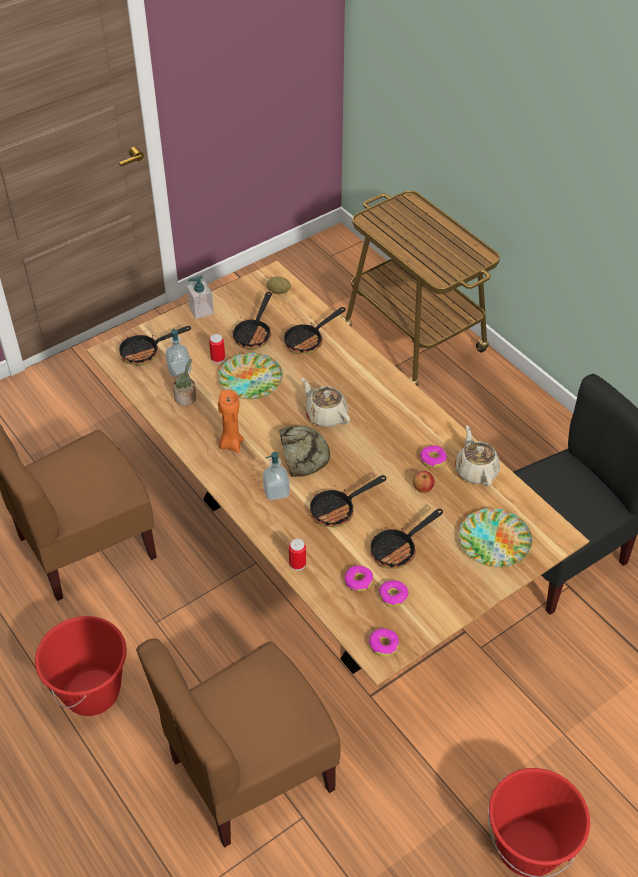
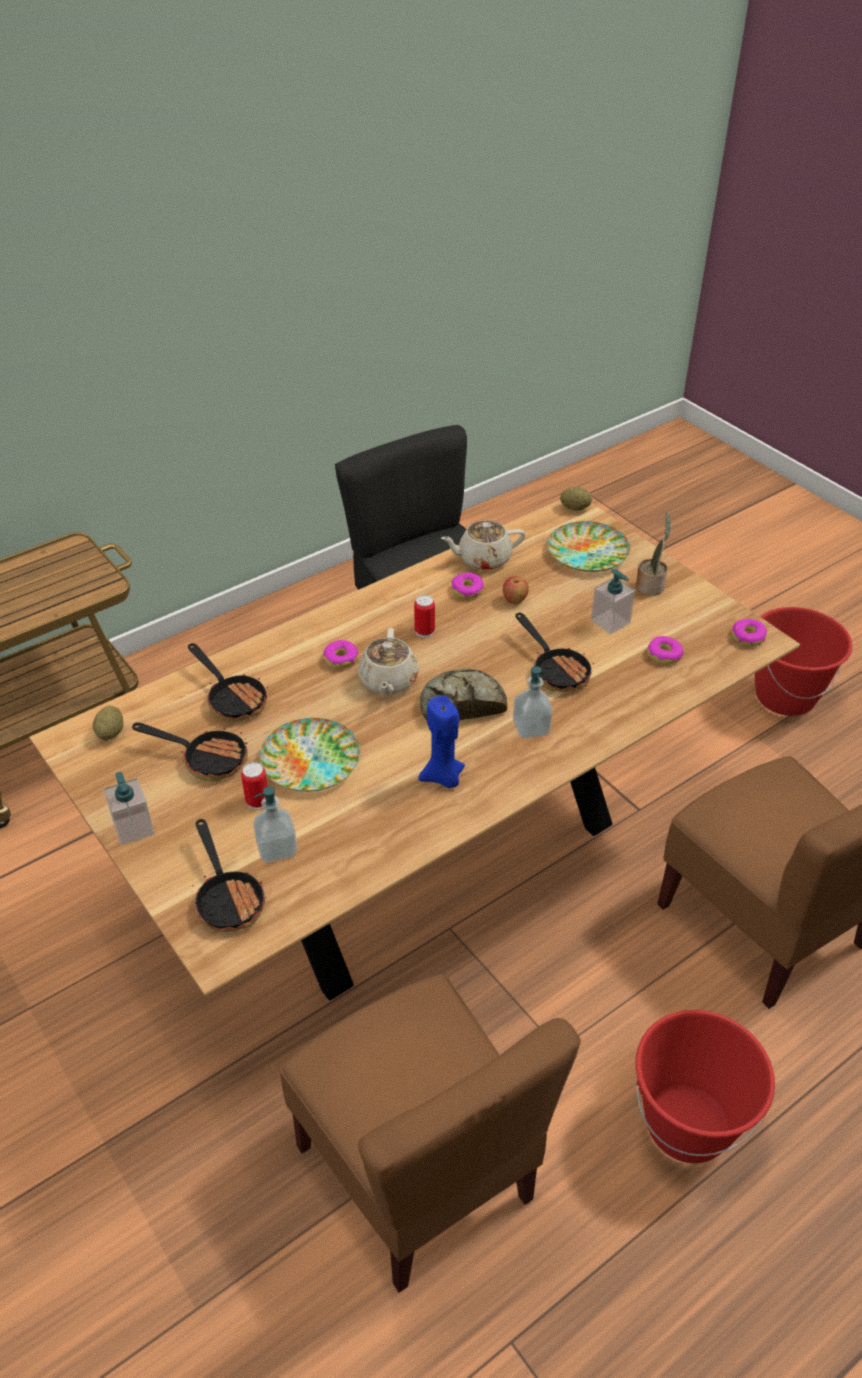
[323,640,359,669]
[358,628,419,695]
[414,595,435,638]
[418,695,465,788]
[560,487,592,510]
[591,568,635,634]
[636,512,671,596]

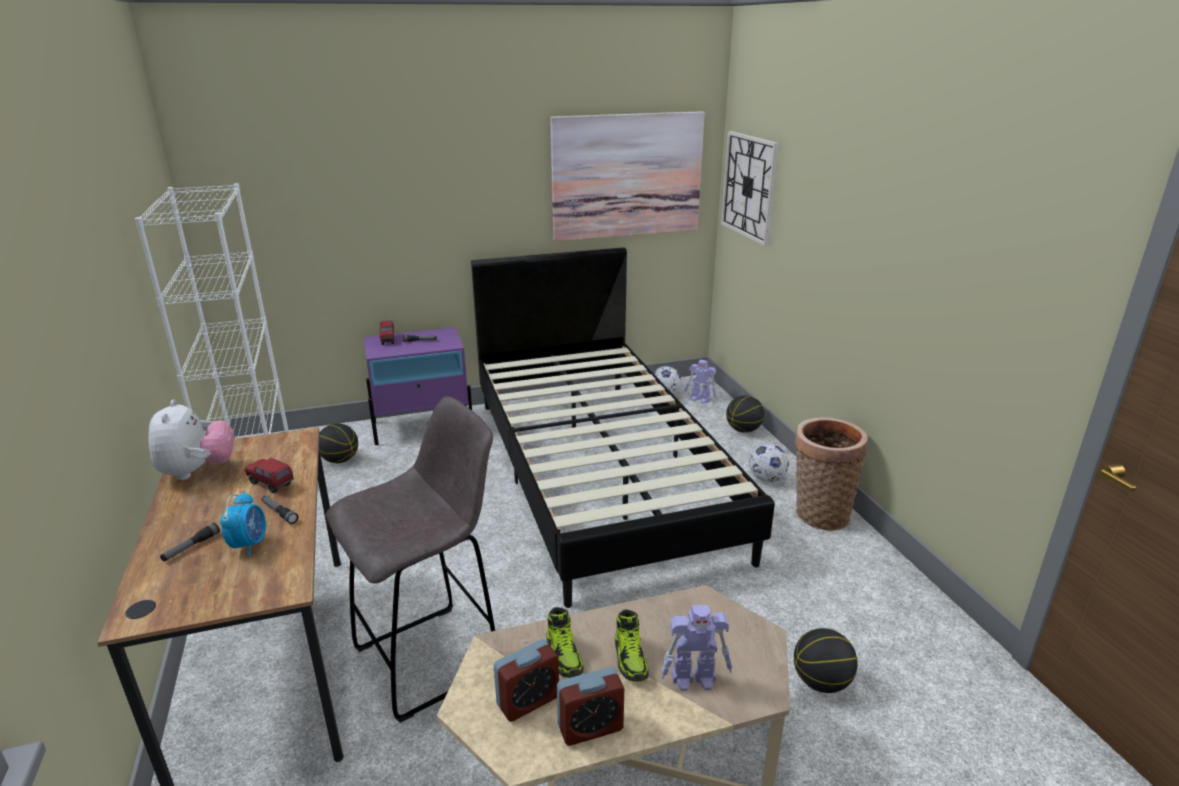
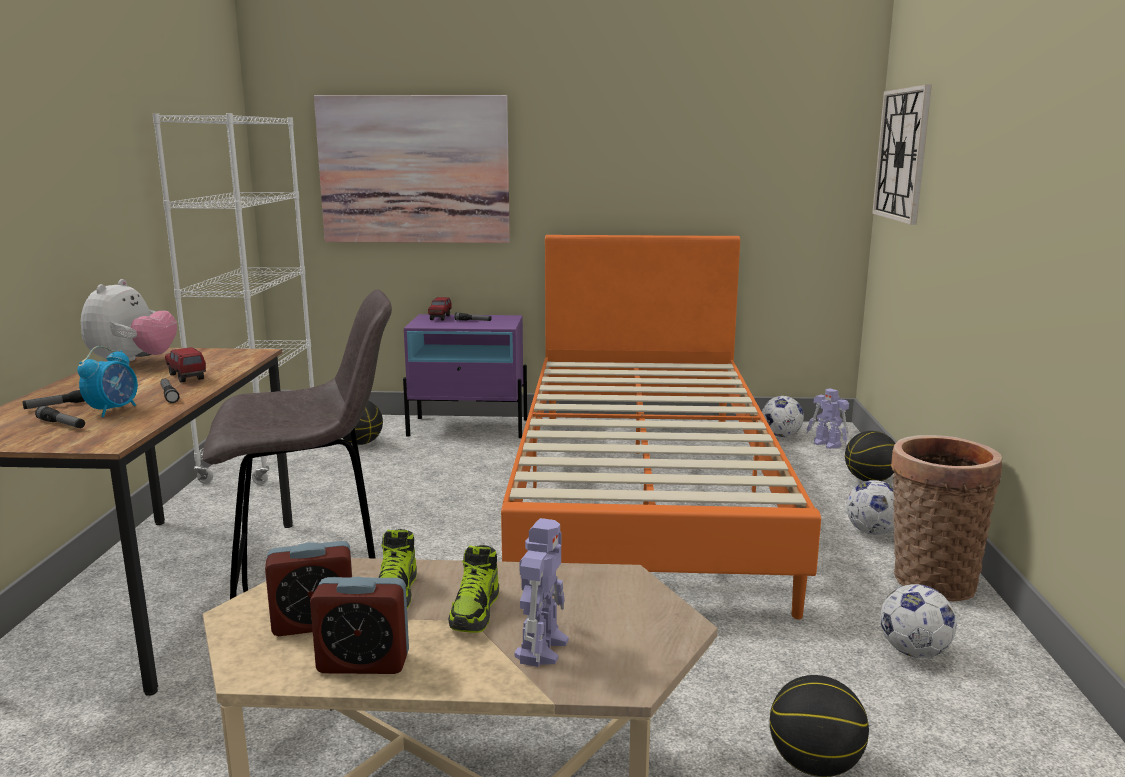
[35,406,85,428]
[314,95,510,243]
[501,235,821,619]
[514,518,569,667]
[880,584,957,658]

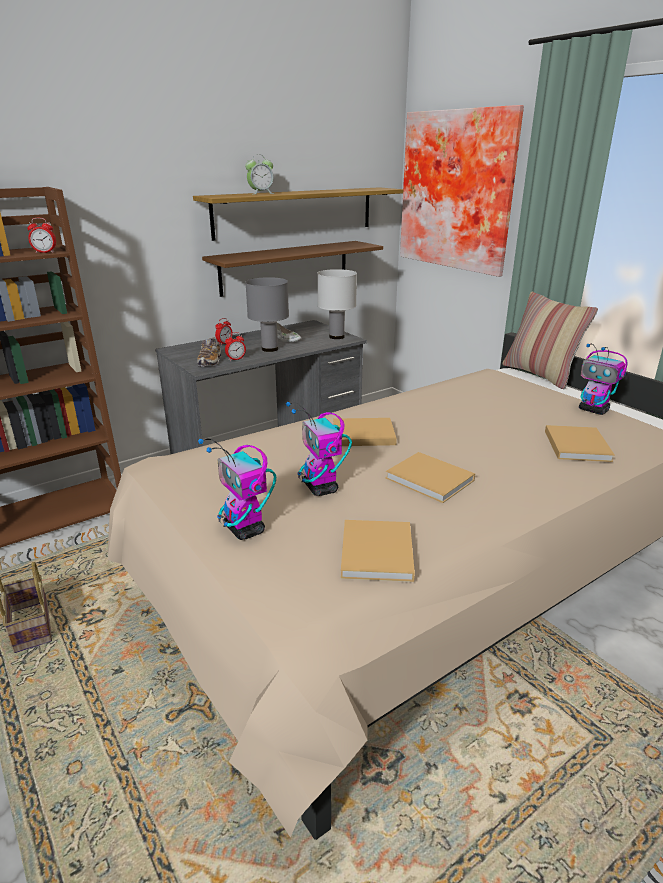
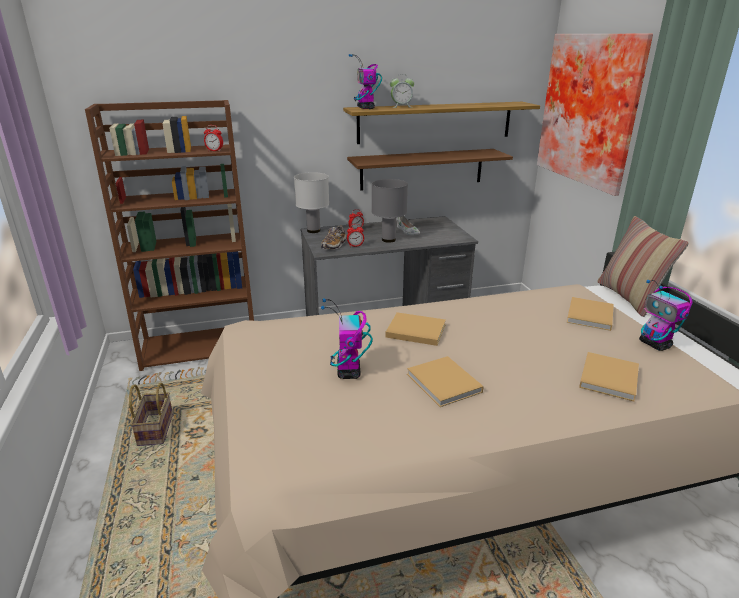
[294,172,329,233]
[349,54,382,109]
[567,297,614,331]

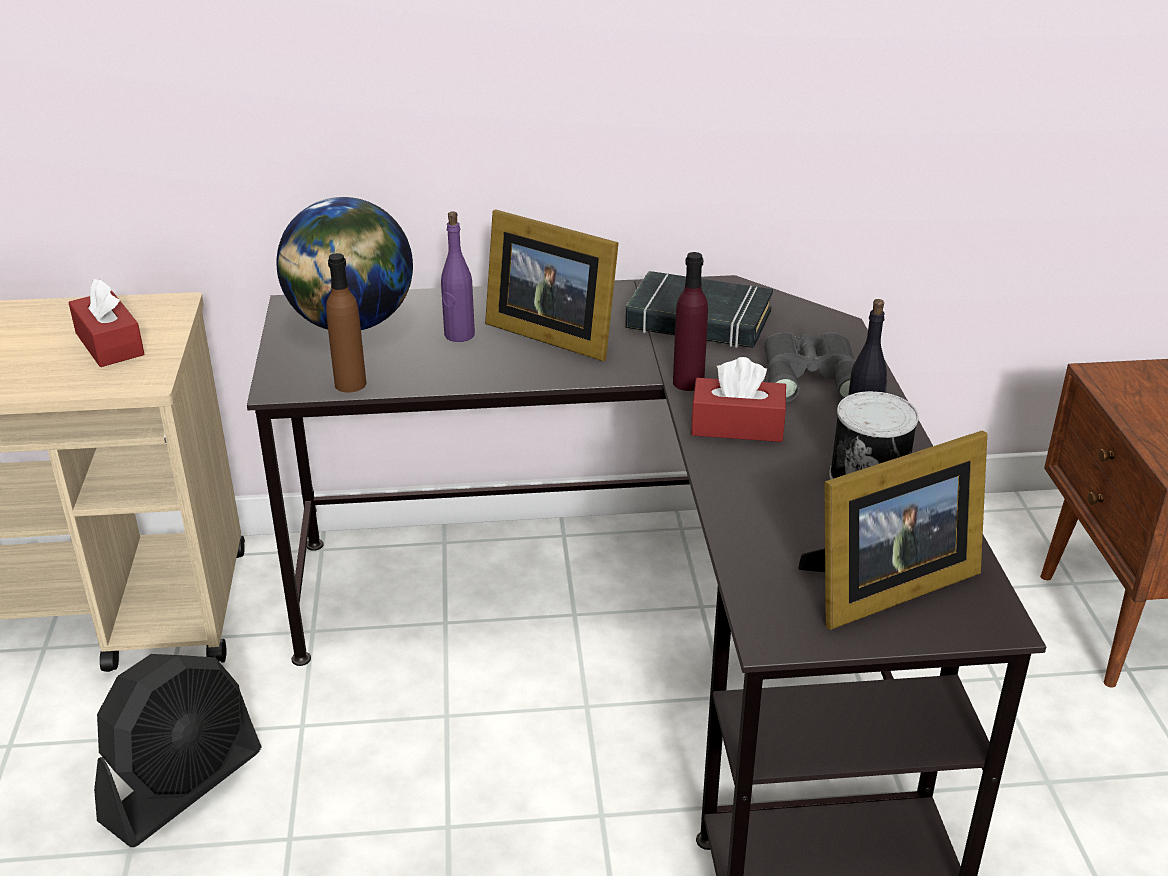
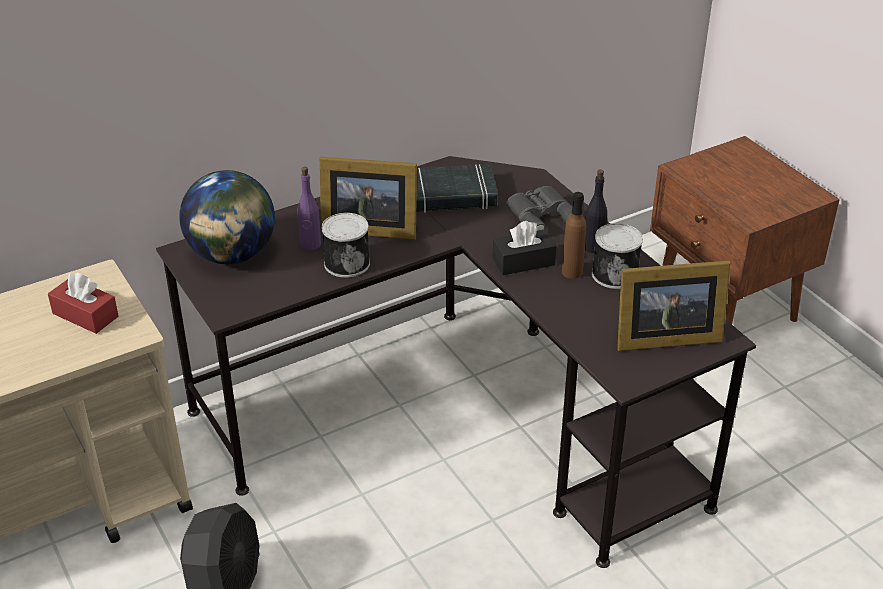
[322,213,370,278]
[493,221,557,275]
[562,192,586,279]
[617,261,730,351]
[673,252,708,391] (first image)

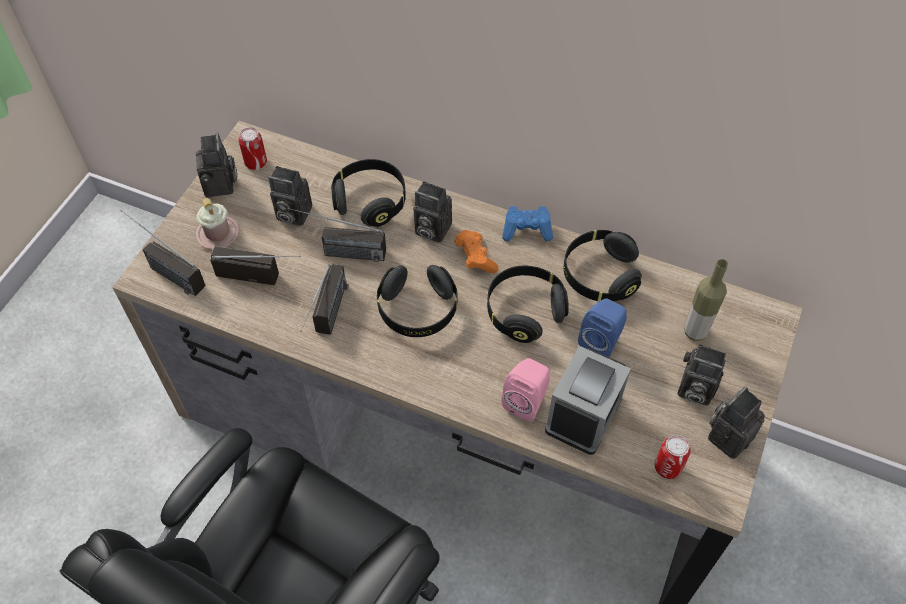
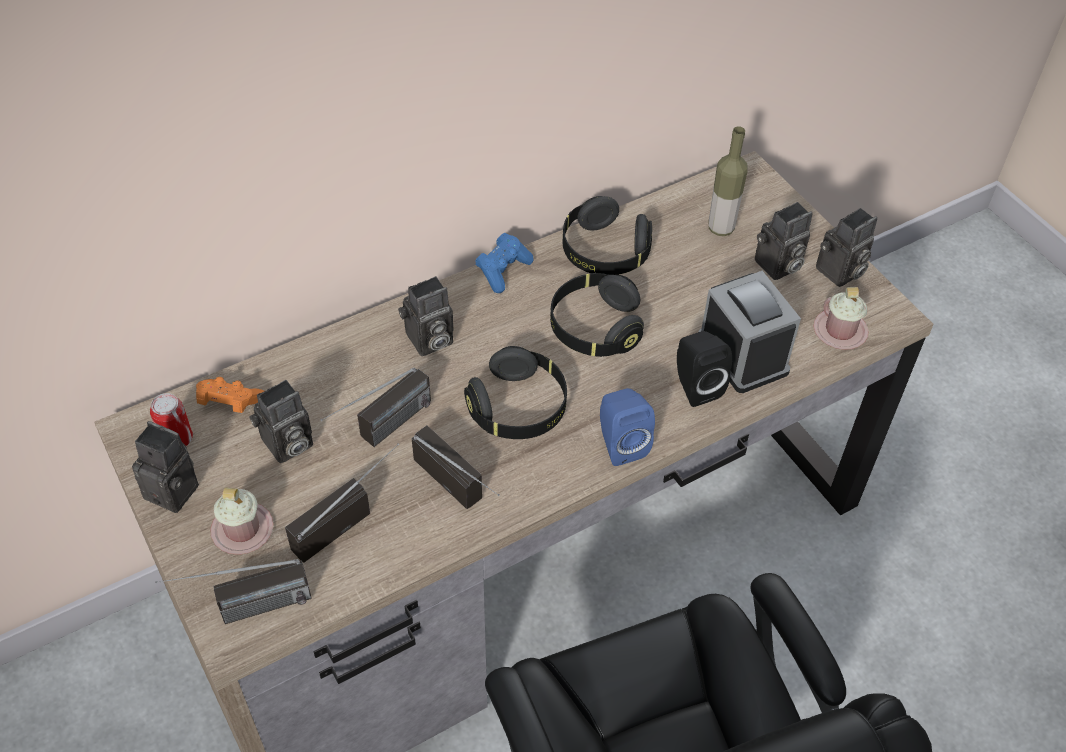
[196,377,264,413]
[600,388,655,466]
[677,331,732,407]
[814,287,869,350]
[816,208,877,287]
[331,159,406,227] (first image)

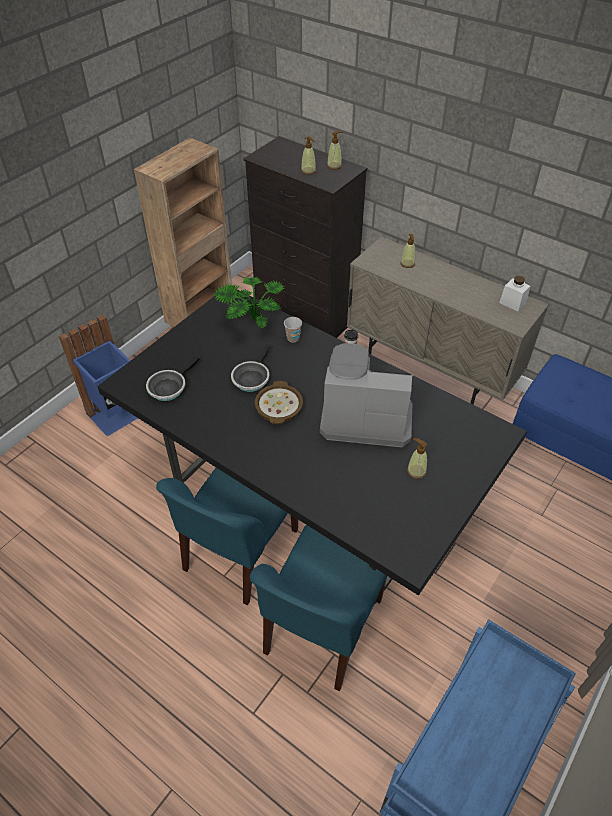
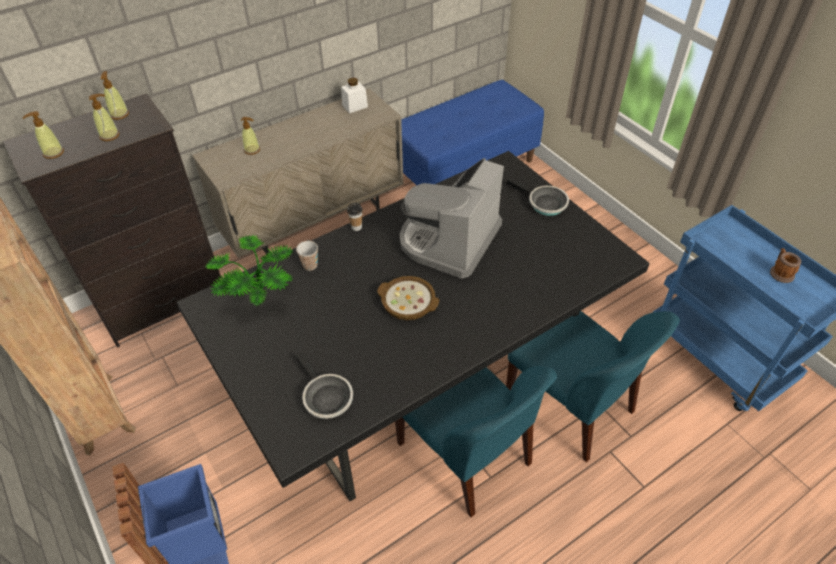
[22,111,64,159]
[507,178,569,216]
[770,248,801,283]

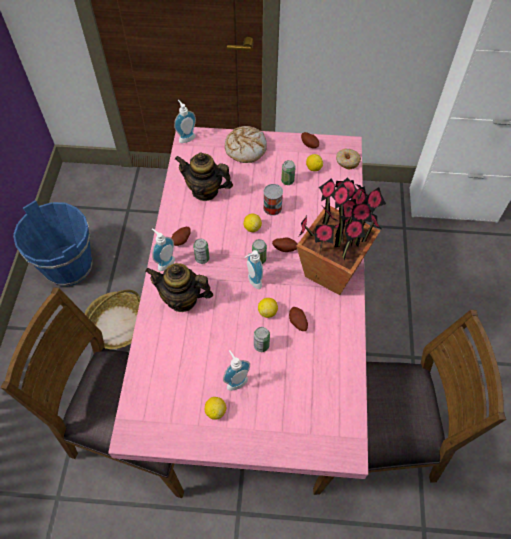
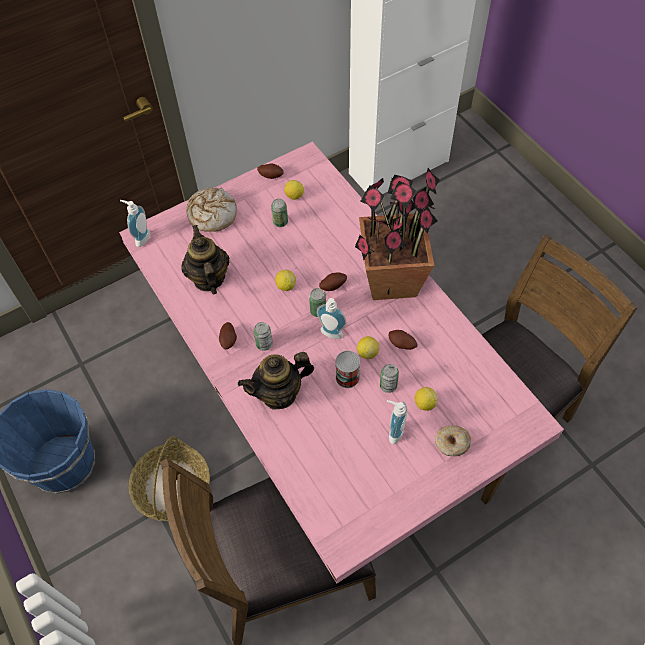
[181,225,230,294]
[335,351,360,388]
[415,387,437,411]
[435,426,471,456]
[152,228,175,271] (first image)

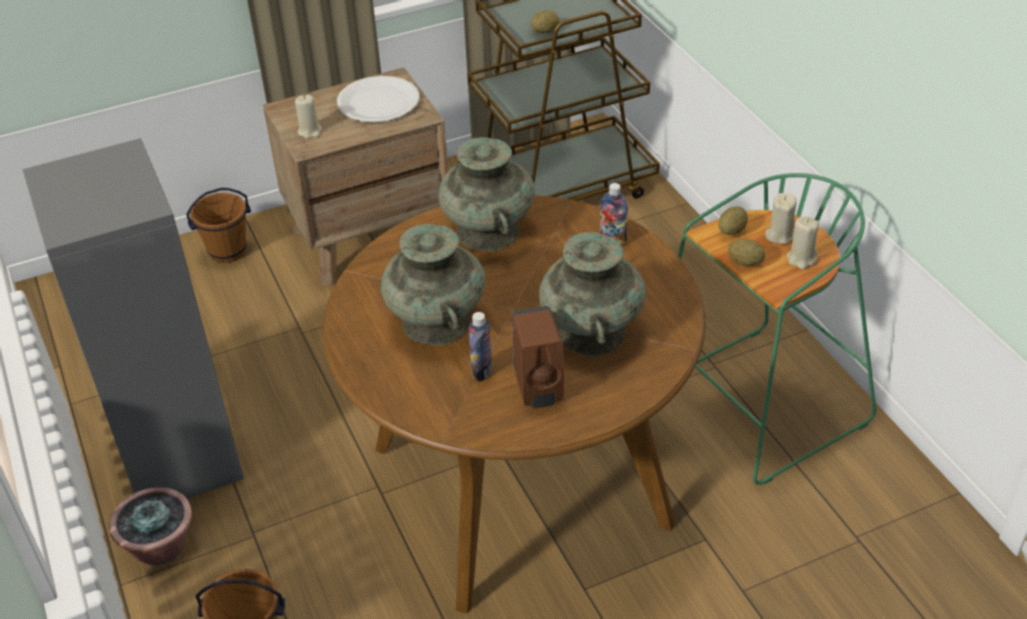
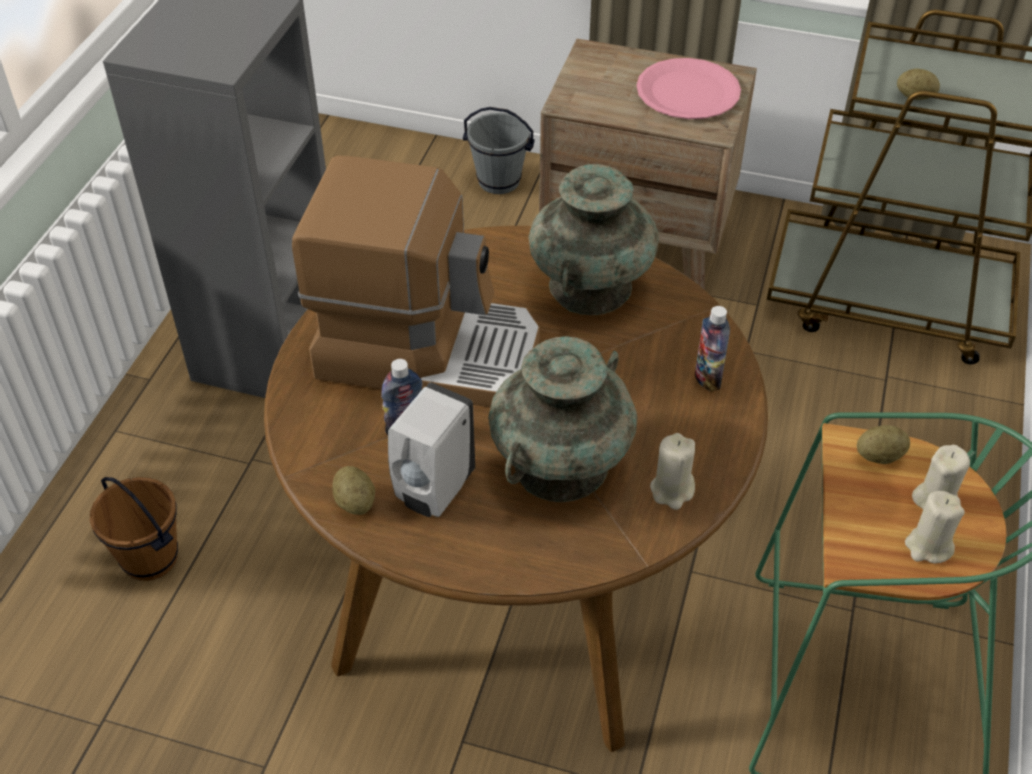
[292,155,540,407]
[333,466,375,515]
[388,383,475,517]
[463,107,535,194]
[636,58,741,119]
[650,433,695,510]
[109,487,192,566] (first image)

